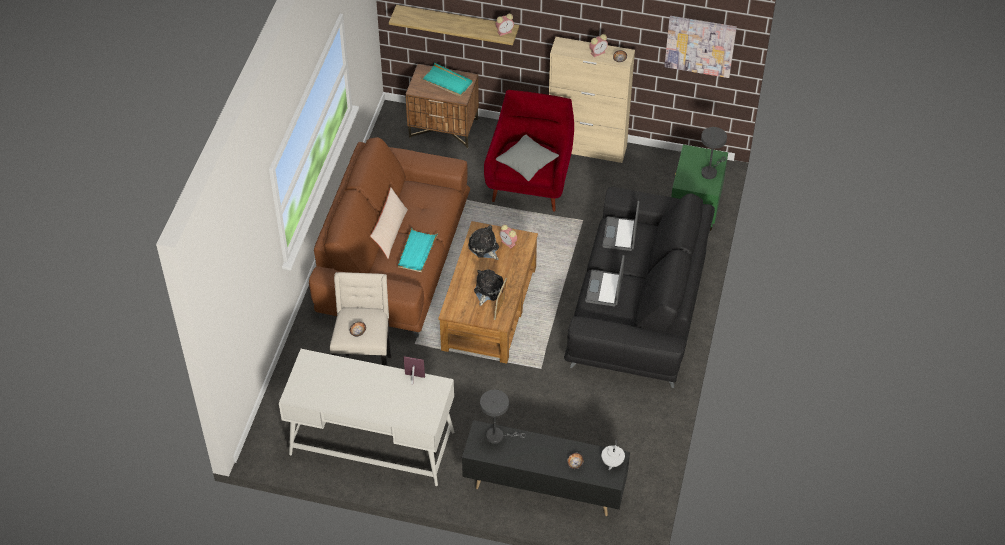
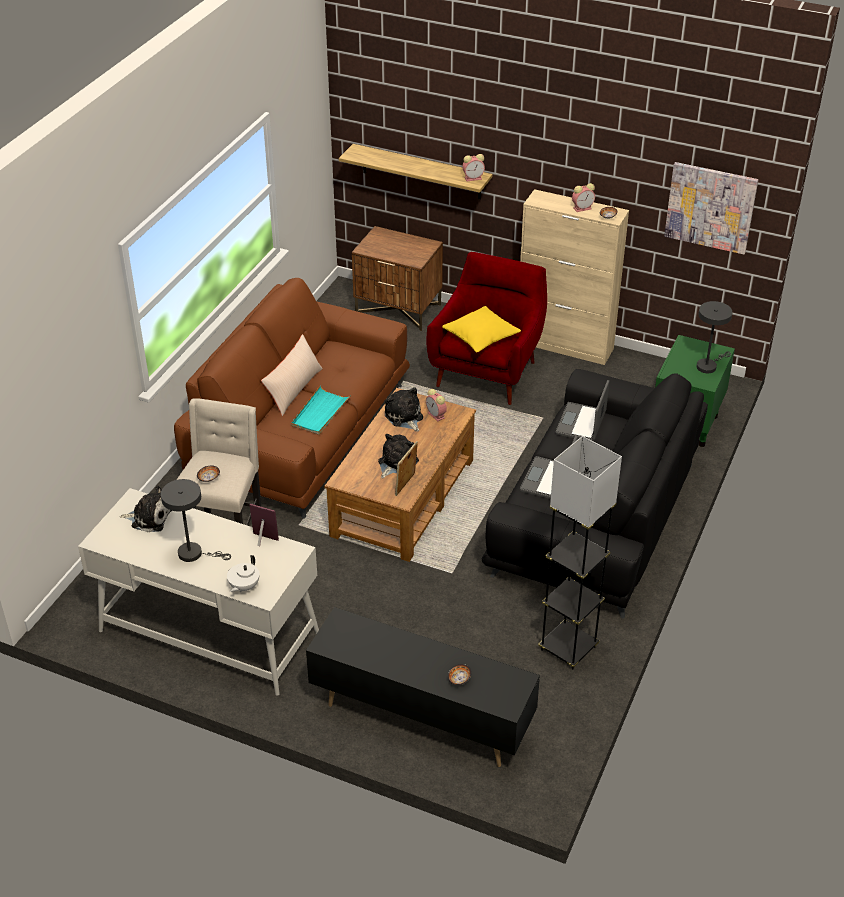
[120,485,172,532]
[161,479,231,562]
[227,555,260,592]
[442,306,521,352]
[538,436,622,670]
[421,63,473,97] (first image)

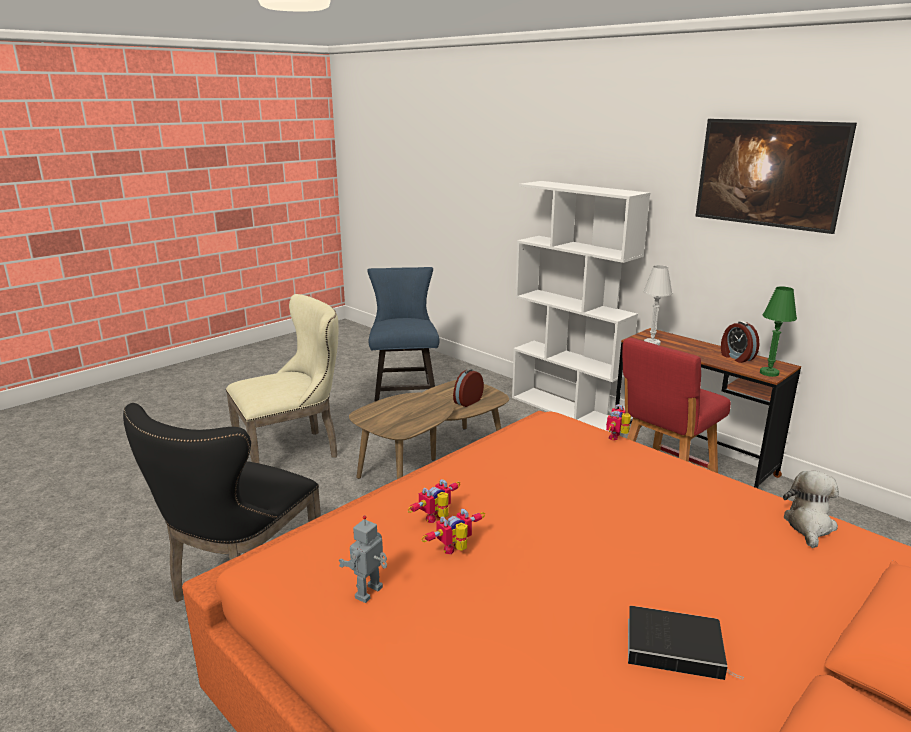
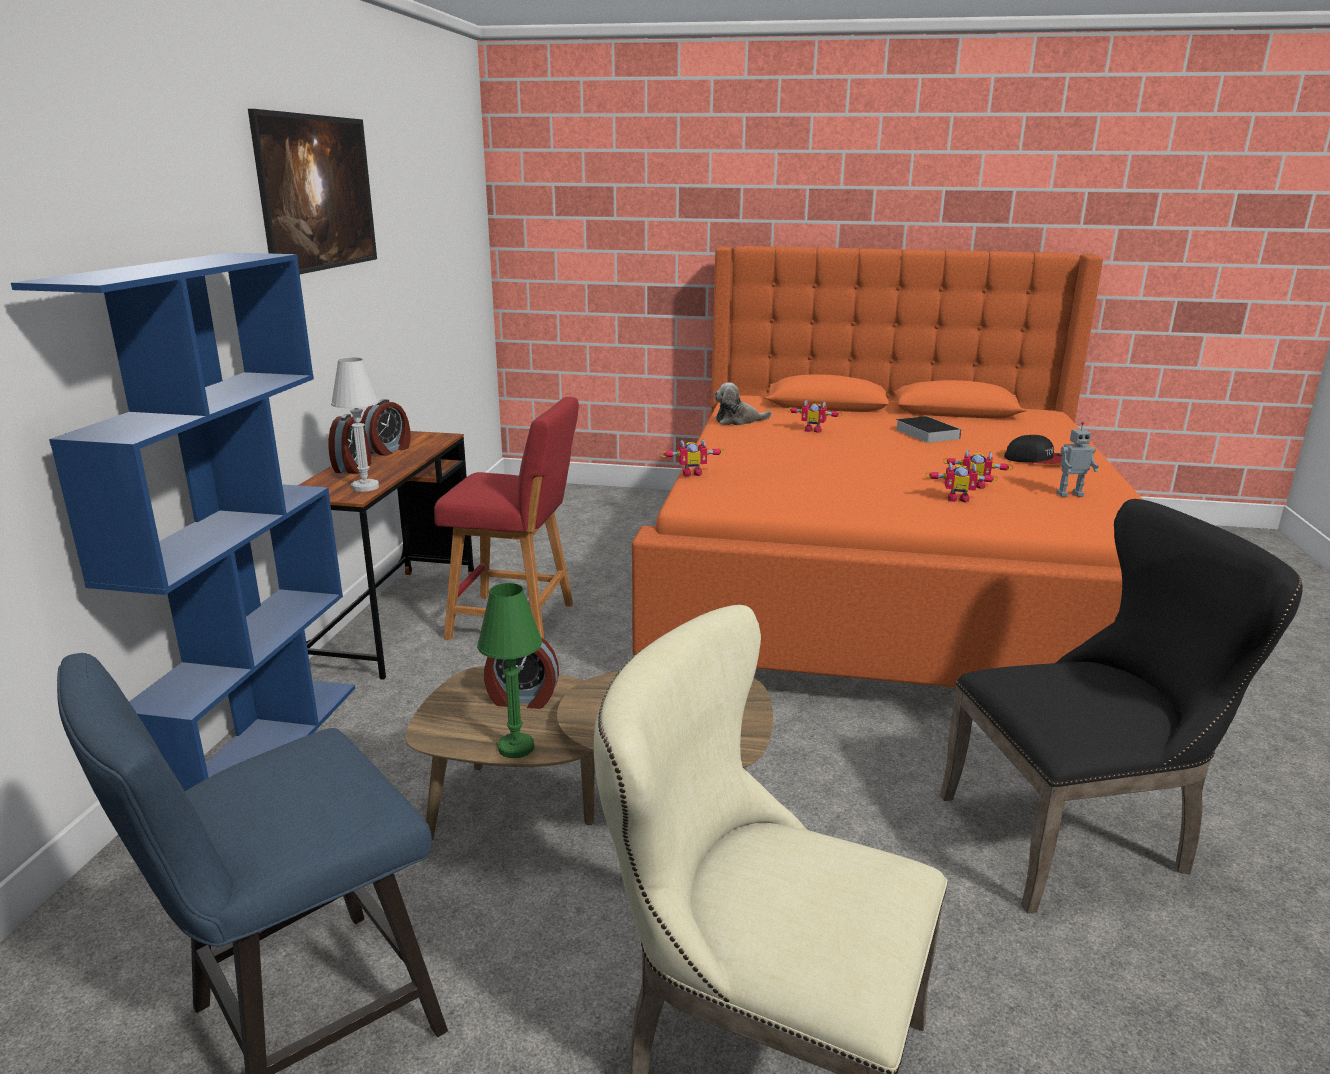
[11,253,355,791]
[329,414,371,474]
[477,583,542,758]
[787,400,842,433]
[1004,435,1062,464]

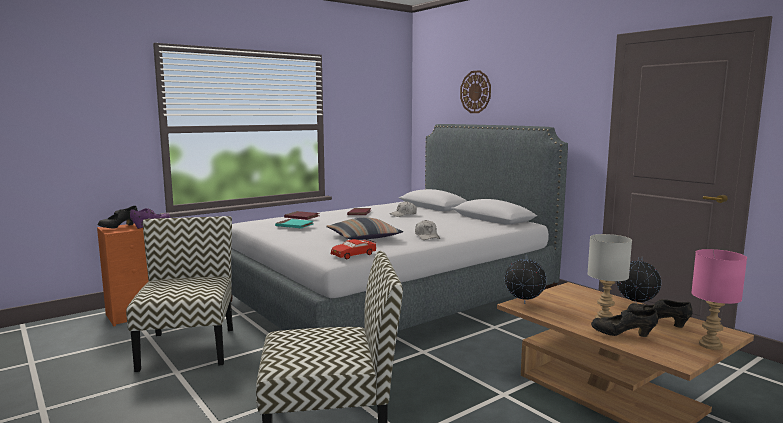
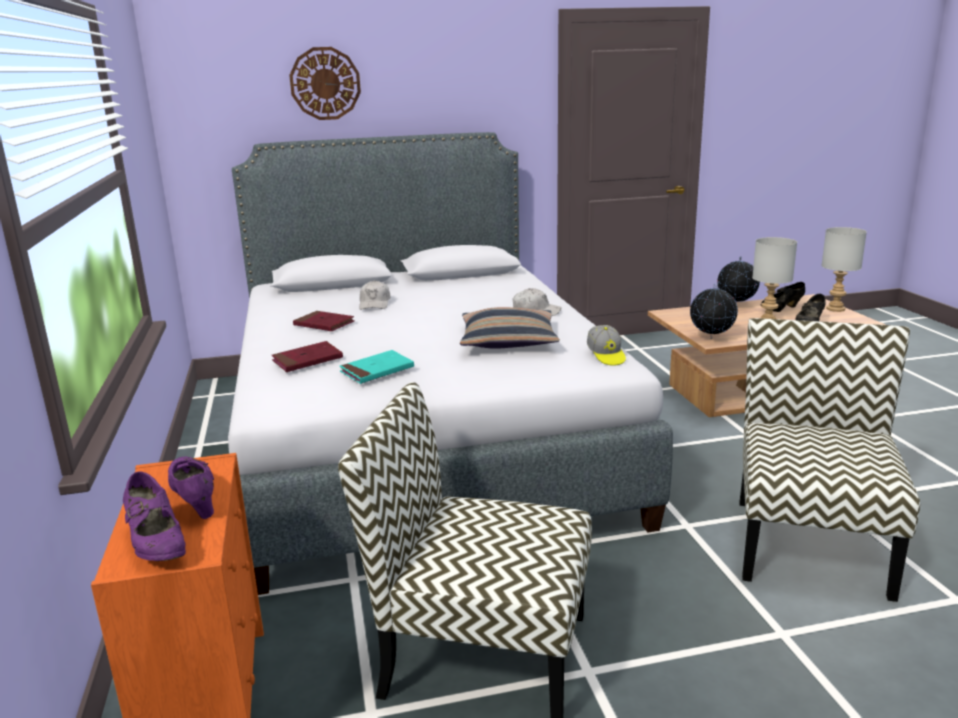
[123,471,186,561]
[587,325,626,366]
[821,227,867,312]

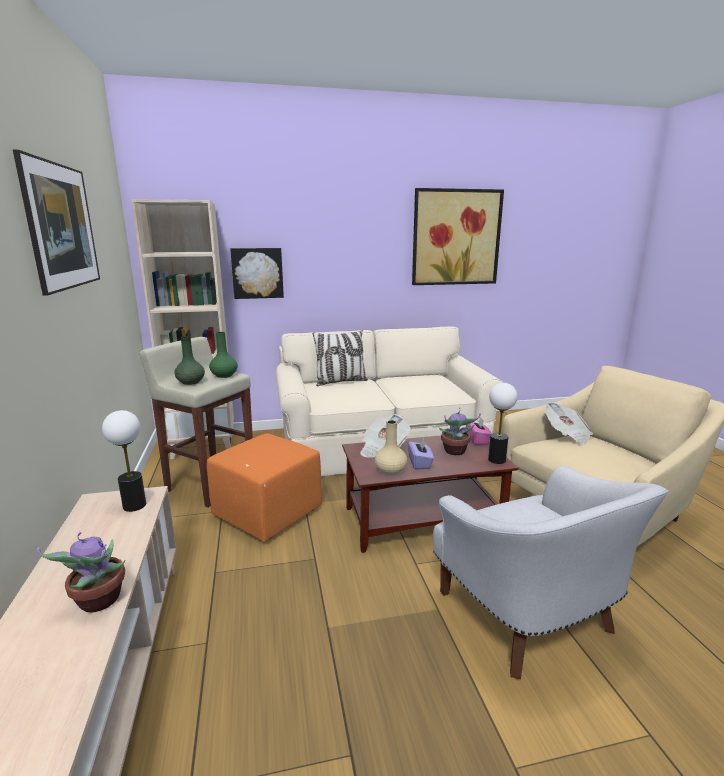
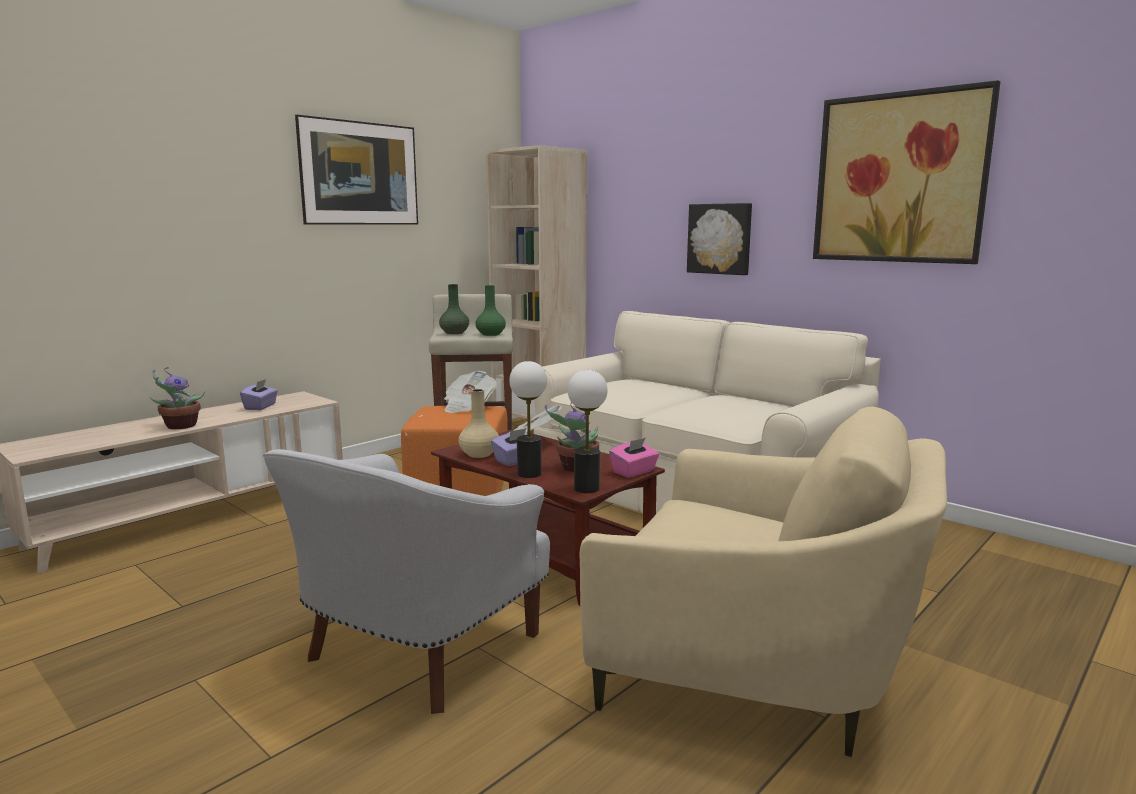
[240,379,278,410]
[444,371,497,413]
[509,361,547,478]
[687,203,752,275]
[313,330,368,386] (first image)

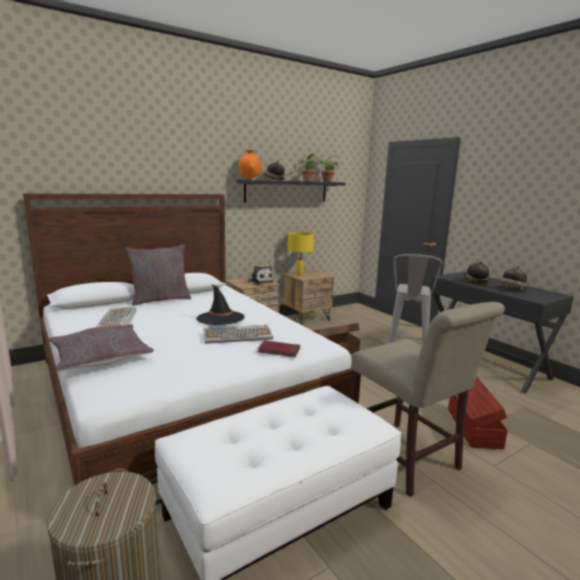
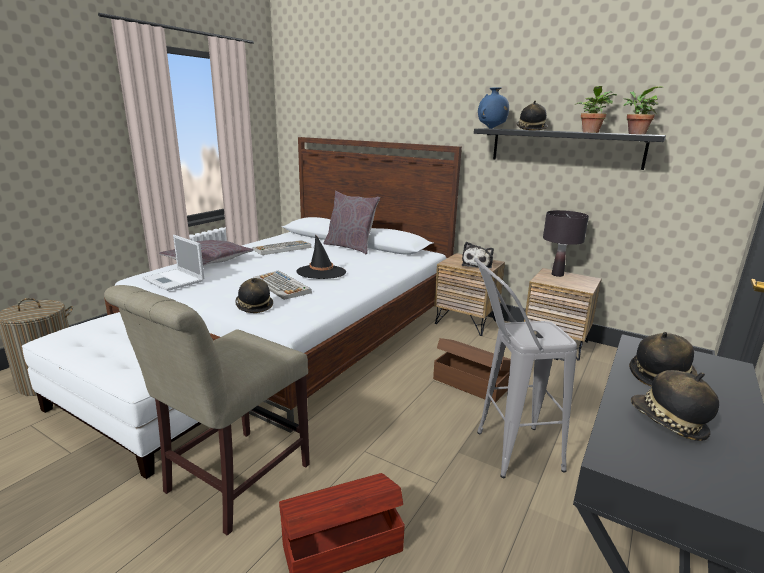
[142,235,204,291]
[235,278,273,313]
[478,87,509,129]
[543,210,589,277]

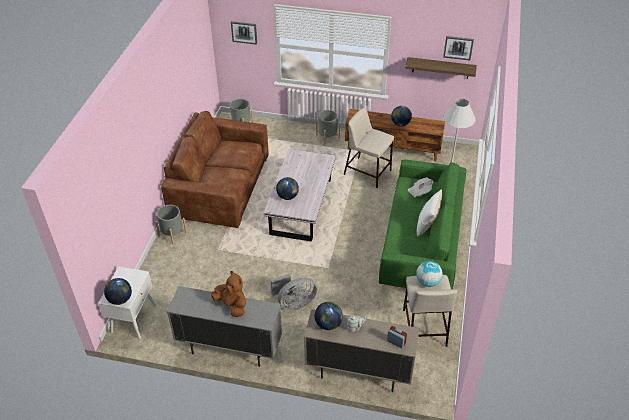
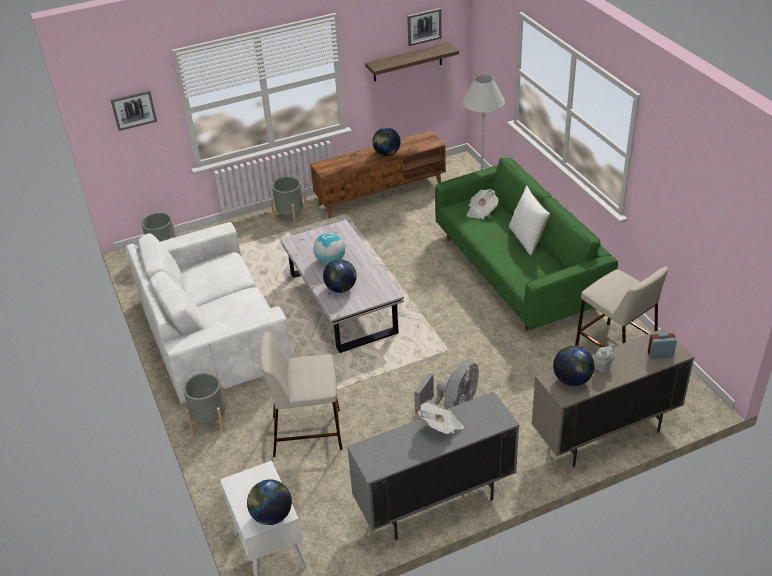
[126,222,292,403]
[260,332,343,457]
[313,233,345,264]
[418,402,464,434]

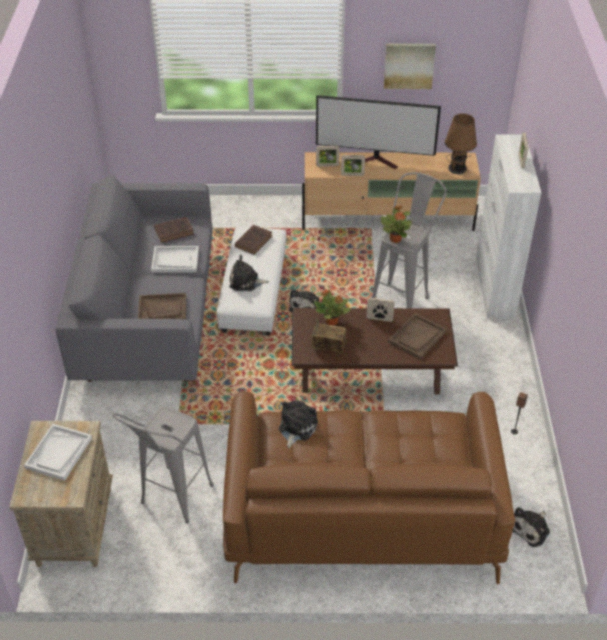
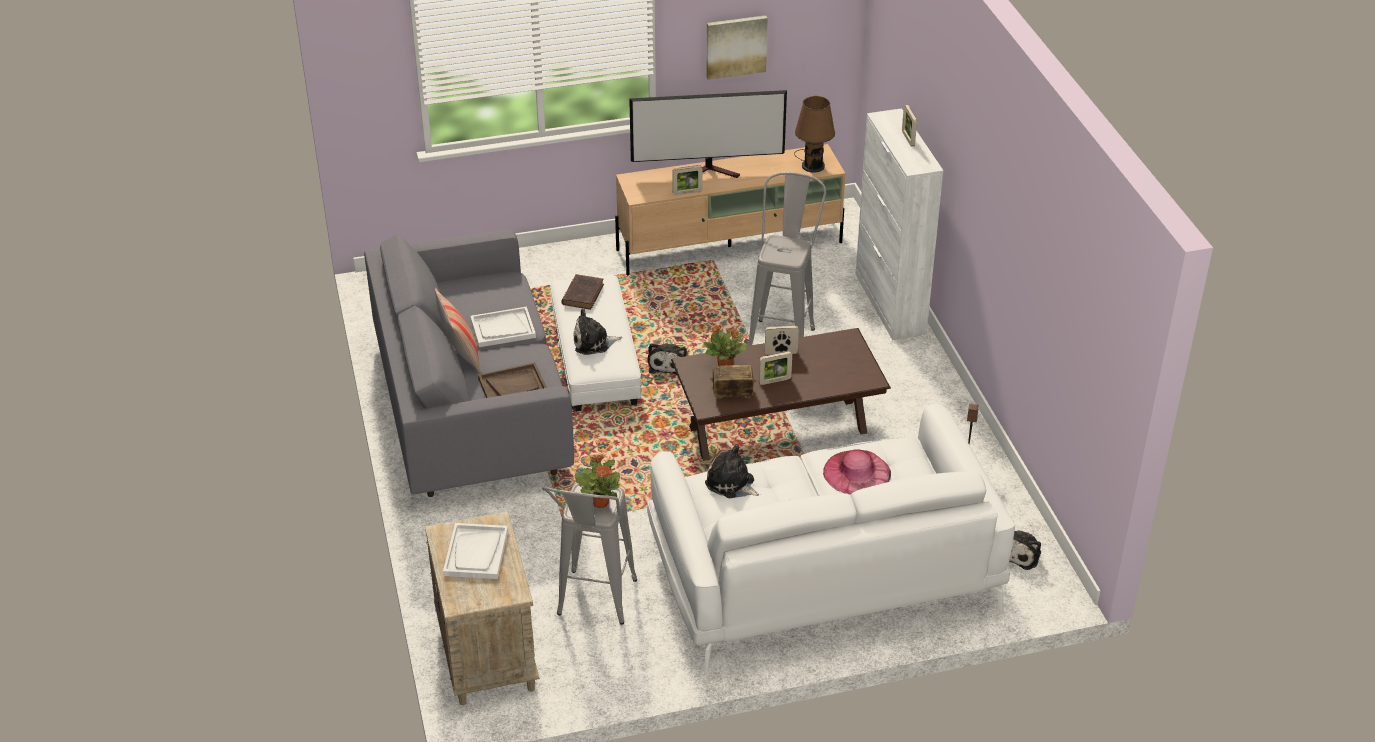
[434,288,482,374]
[575,455,620,508]
[647,404,1015,674]
[705,444,759,498]
[759,351,792,385]
[823,449,891,495]
[154,217,194,243] (first image)
[388,313,447,359] (first image)

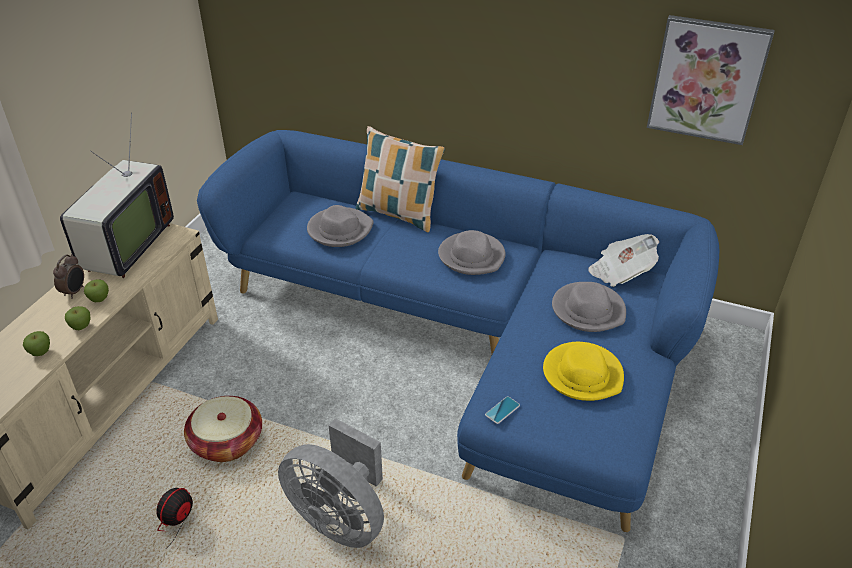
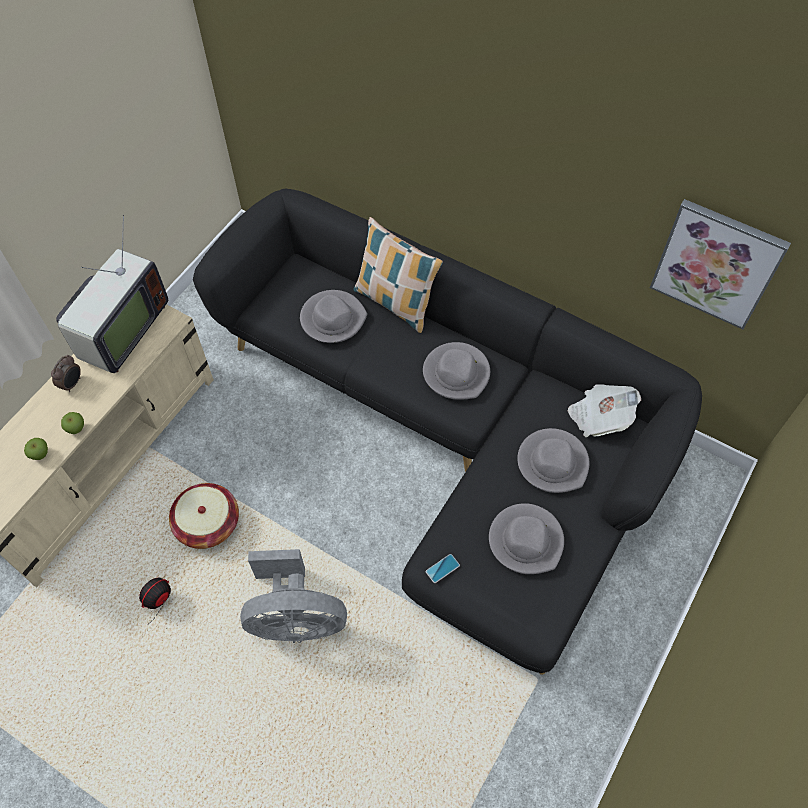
[193,188,702,675]
[240,549,347,643]
[489,503,564,574]
[84,279,109,302] (first image)

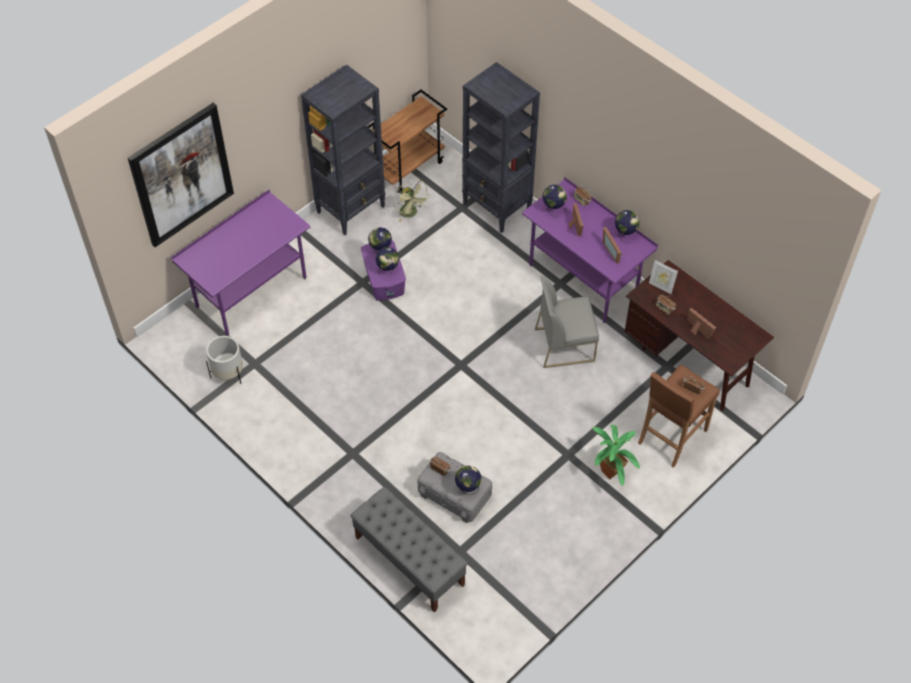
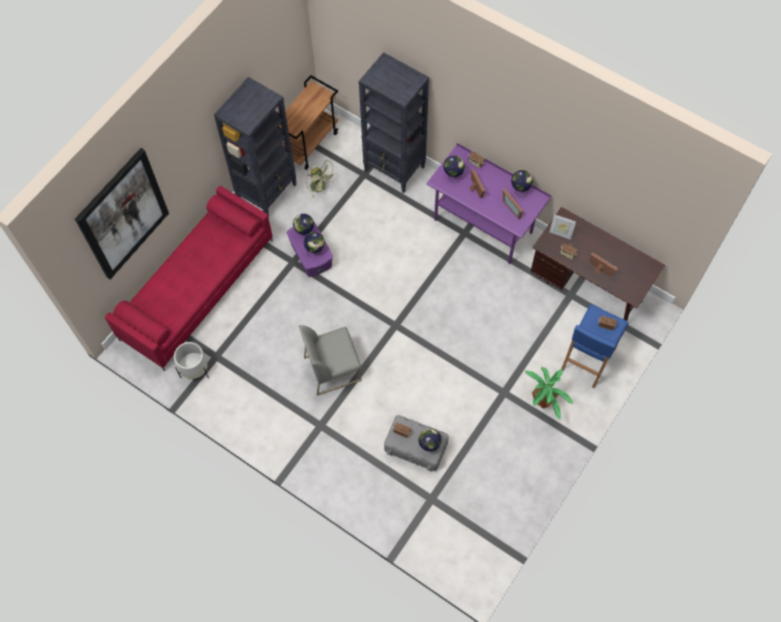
[105,186,273,371]
[299,325,362,396]
[561,304,628,388]
[350,487,468,613] (first image)

